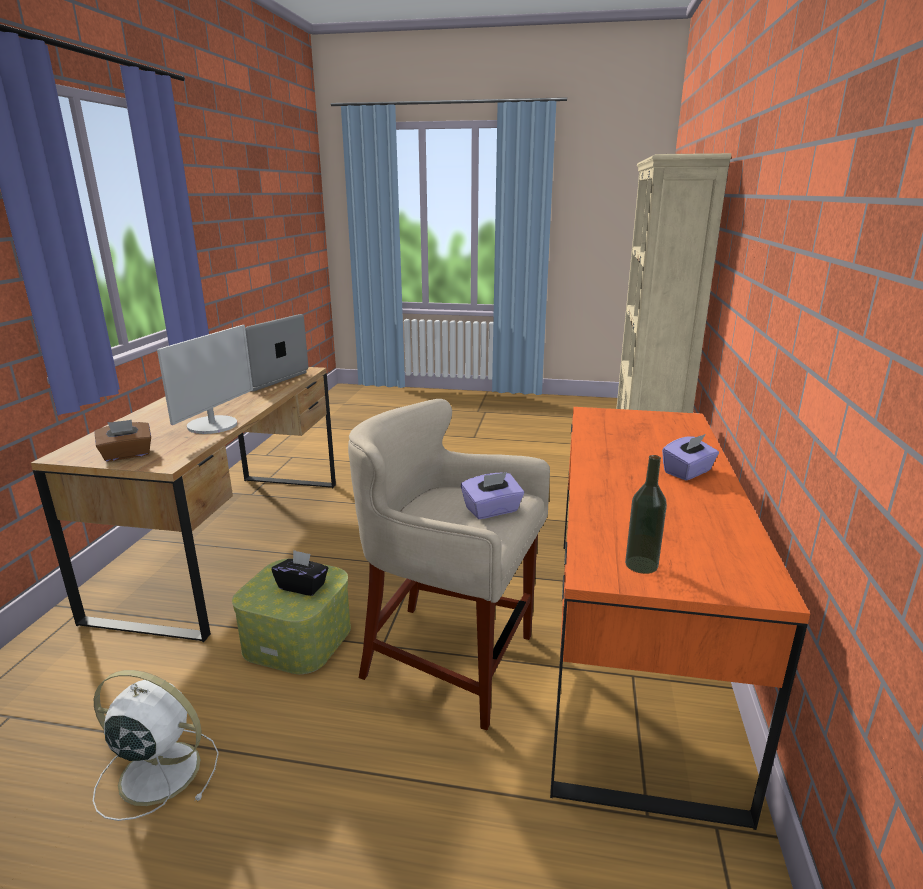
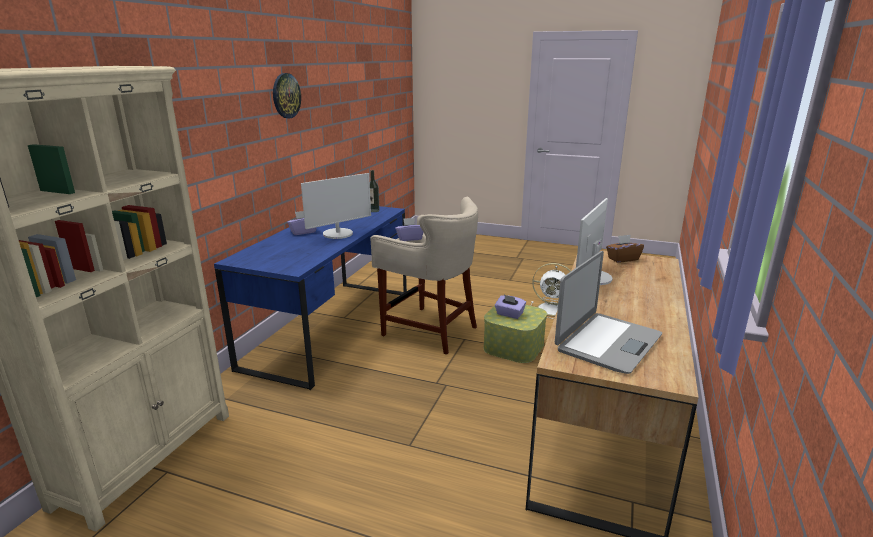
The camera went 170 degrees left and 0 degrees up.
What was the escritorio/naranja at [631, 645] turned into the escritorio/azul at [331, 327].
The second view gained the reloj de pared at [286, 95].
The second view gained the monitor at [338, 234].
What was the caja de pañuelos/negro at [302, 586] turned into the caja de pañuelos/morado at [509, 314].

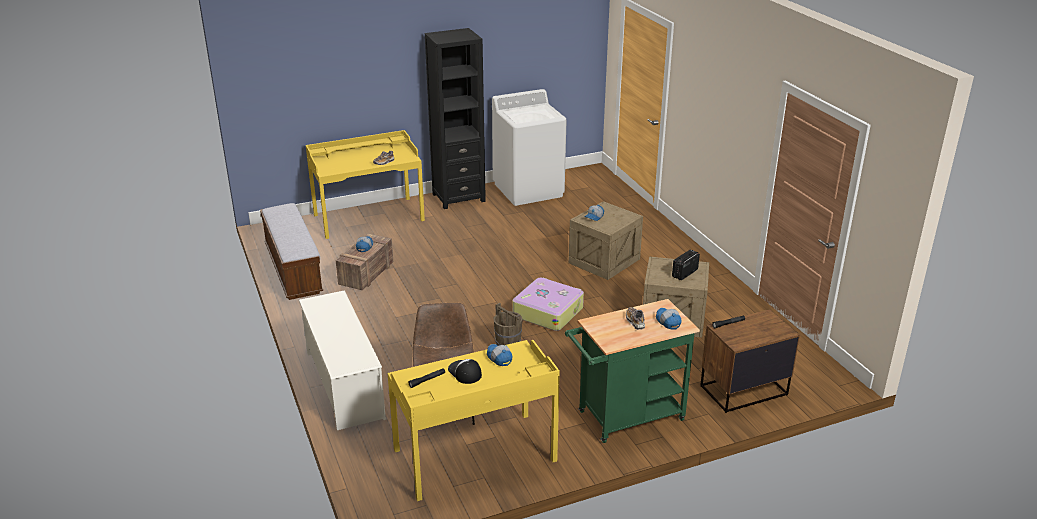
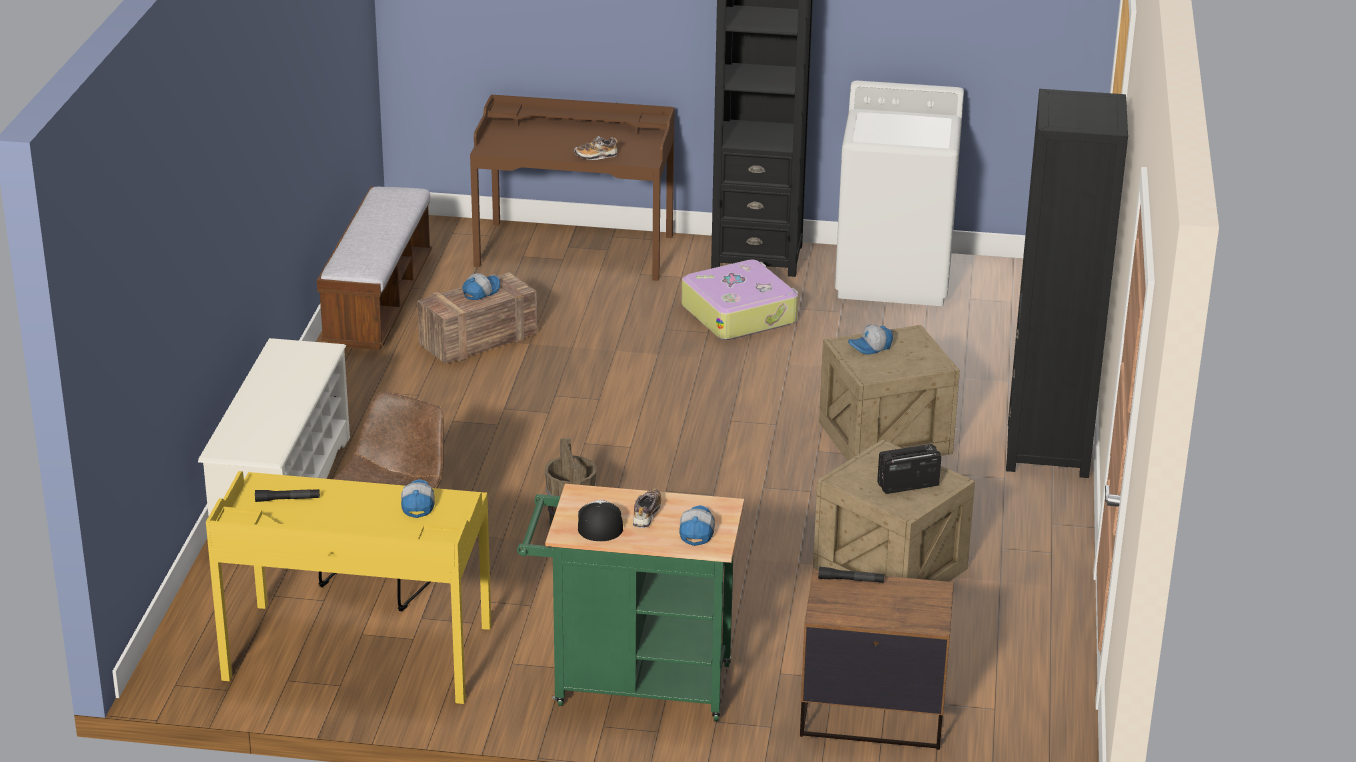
The camera went 30 degrees right and 0 degrees up.
What was the escritorio/amarillo at [368, 217] turned into the escritorio/marrón at [574, 250].
The gorra ended up elsewhere, having gone from [464, 372] to [599, 523].
The maleta ended up elsewhere, having gone from [548, 311] to [739, 314].
The second view gained the estantería/negro at [1048, 449].

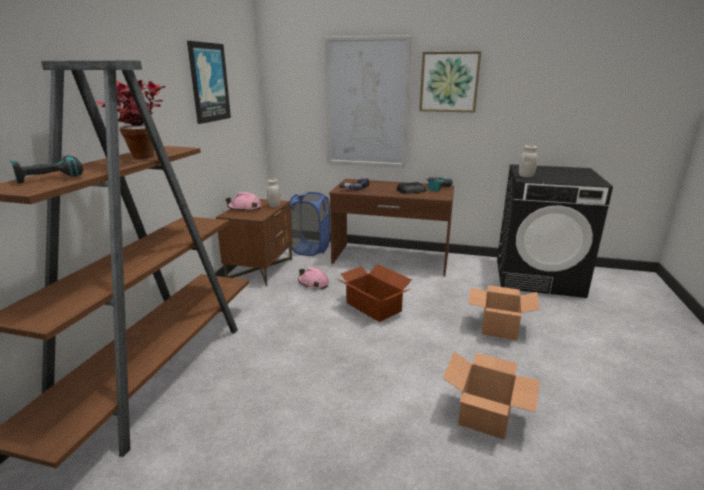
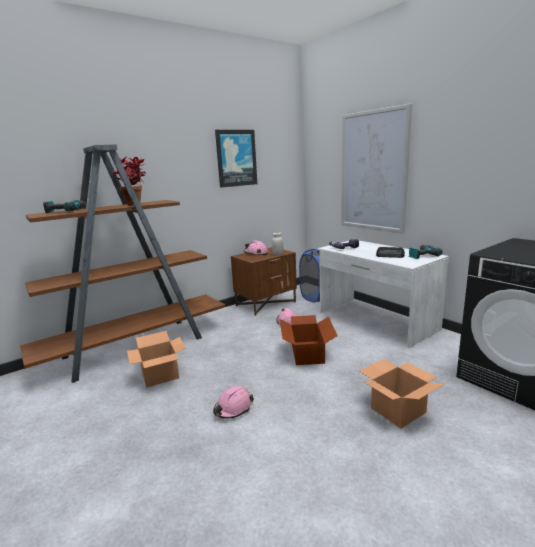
The camera went 40 degrees right and 5 degrees down.
The caja de cartón ended up elsewhere, having gone from [484, 415] to [161, 375].
The second view gained the casco/rosa at [233, 408].
What was the escritorio/marrón at [390, 259] turned into the escritorio/blanco at [375, 320].
The second view lost the cuadro at [449, 82].
The second view lost the tarro/blanco at [526, 176].

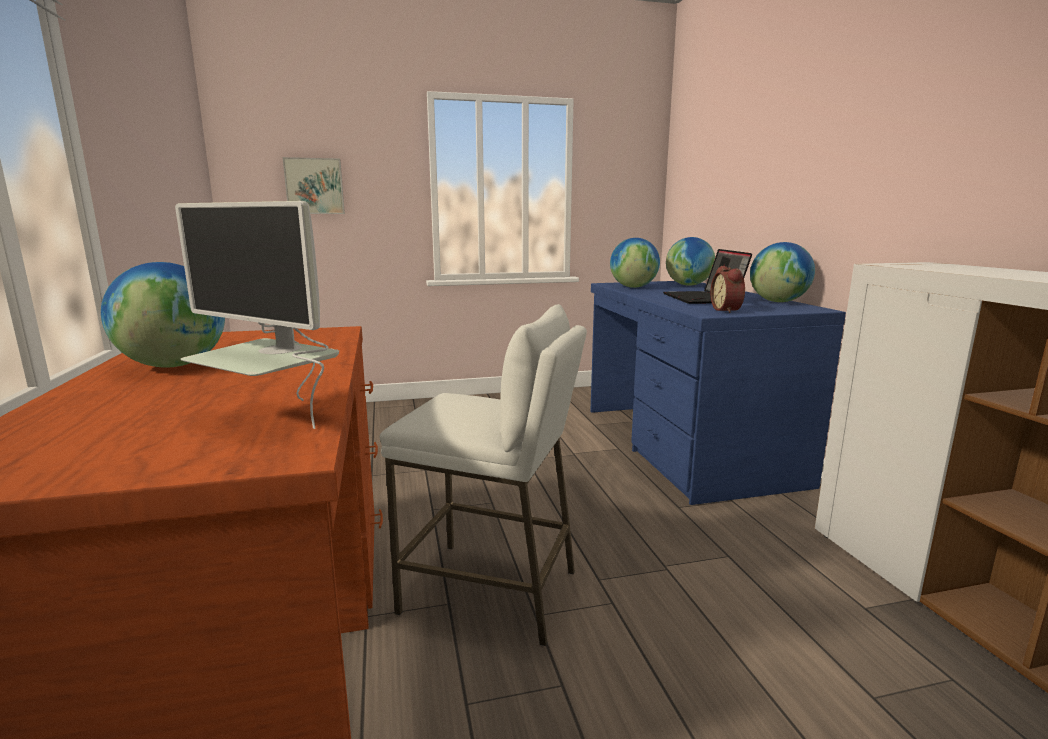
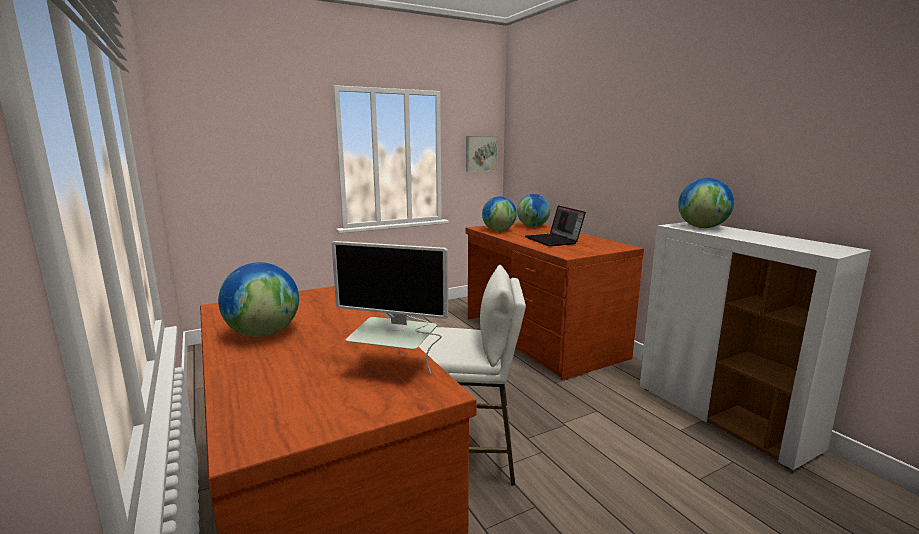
The camera went 15 degrees left and 0 degrees up.
The cuadro ended up elsewhere, having gone from [314, 186] to [480, 153].
What was the escritorio/azul at [684, 444] turned into the escritorio/marrón at [541, 337].
The globo terráqueo ended up elsewhere, having gone from [778, 302] to [702, 227].
The second view lost the despertador at [728, 310].

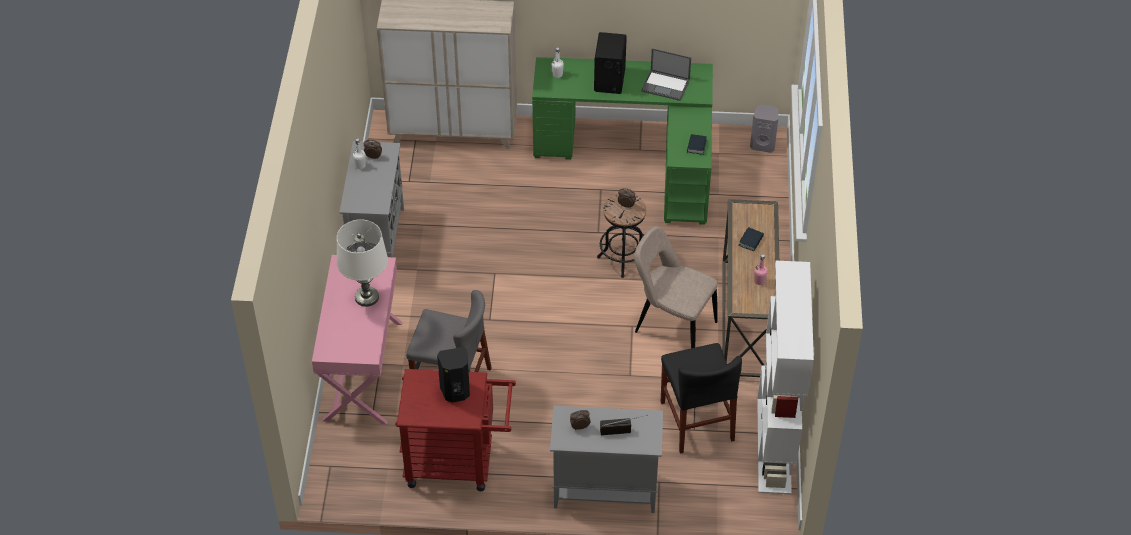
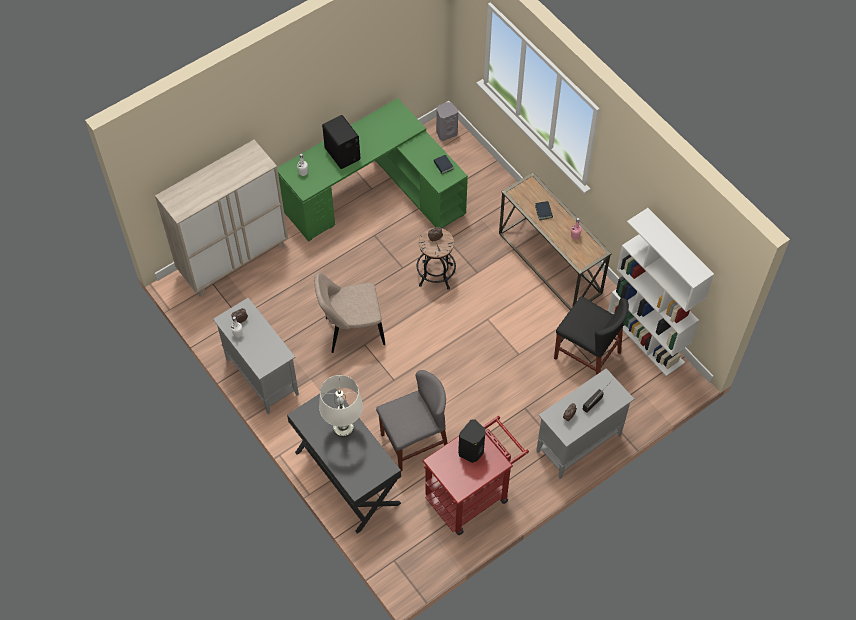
The camera went 40 degrees left and 10 degrees up.
What was the escritorio/rosa at [362, 370] turned into the escritorio/negro at [346, 478].
The silla/beis ended up elsewhere, having gone from [672, 326] to [351, 331].
The second view lost the portátil at [666, 85].

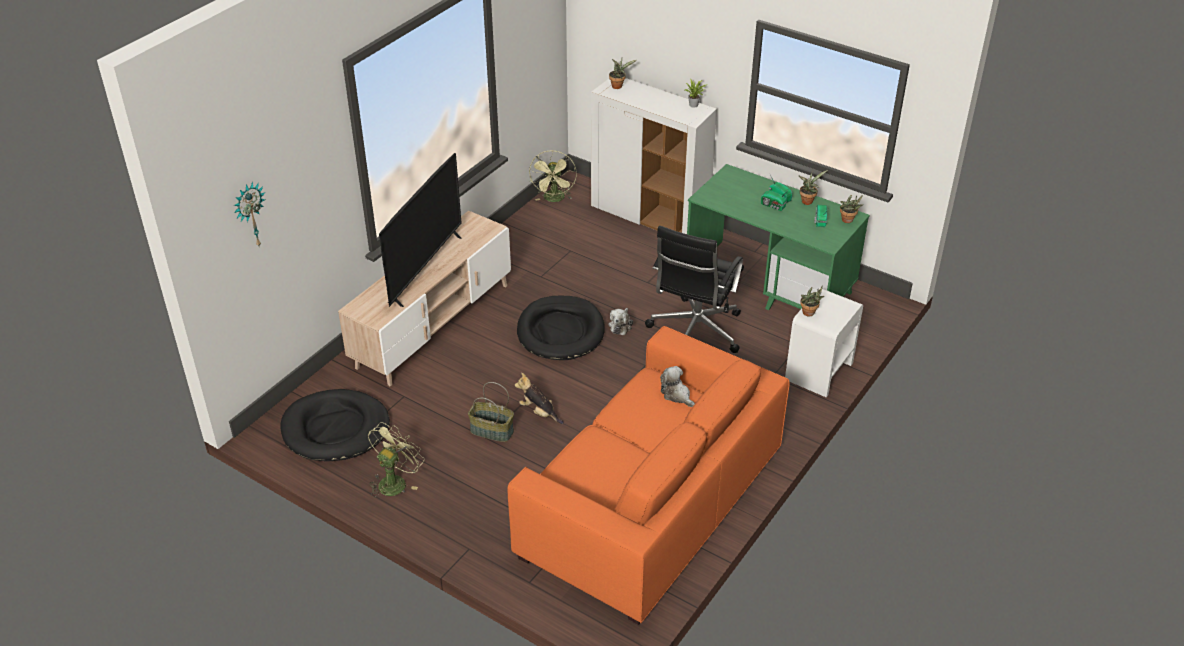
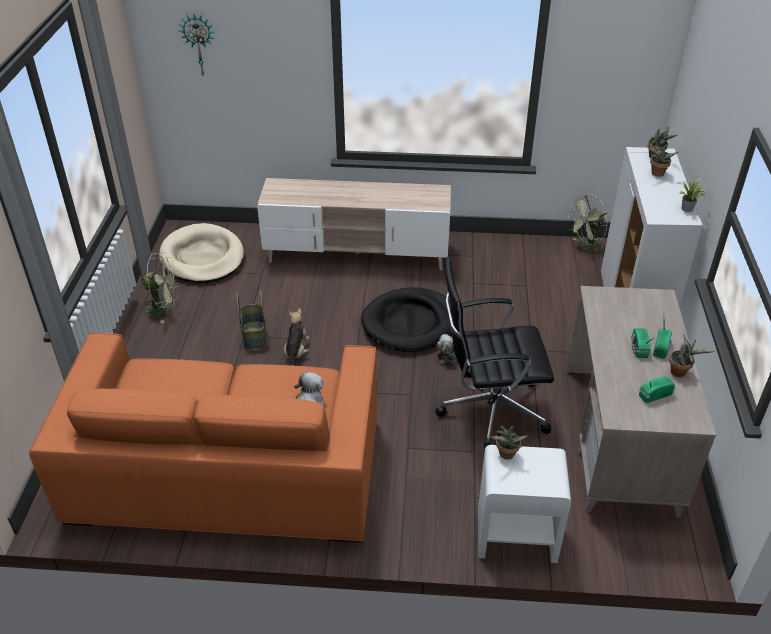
The camera went 60 degrees right and 0 degrees up.
What was the cama para perro/negro at [336, 429] turned into the cama para perro/beis at [202, 257].
What was the escritorio/verde at [770, 285] turned into the escritorio/beis at [620, 440].
The planta en maceta ended up elsewhere, having gone from [848, 221] to [657, 174].
The second view lost the televisor at [425, 269].

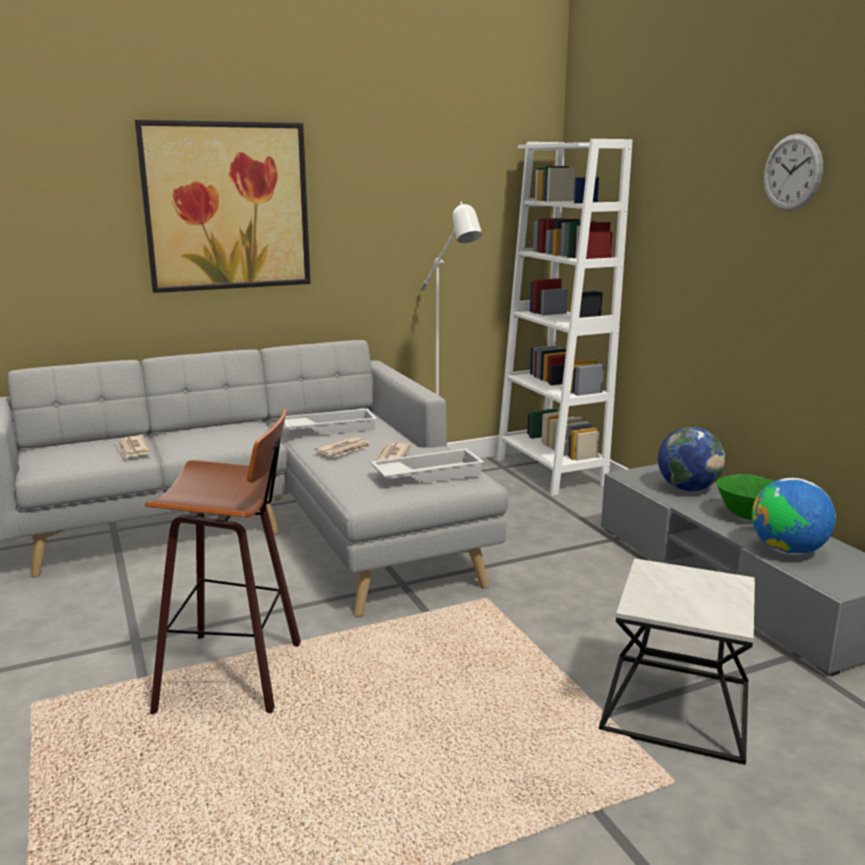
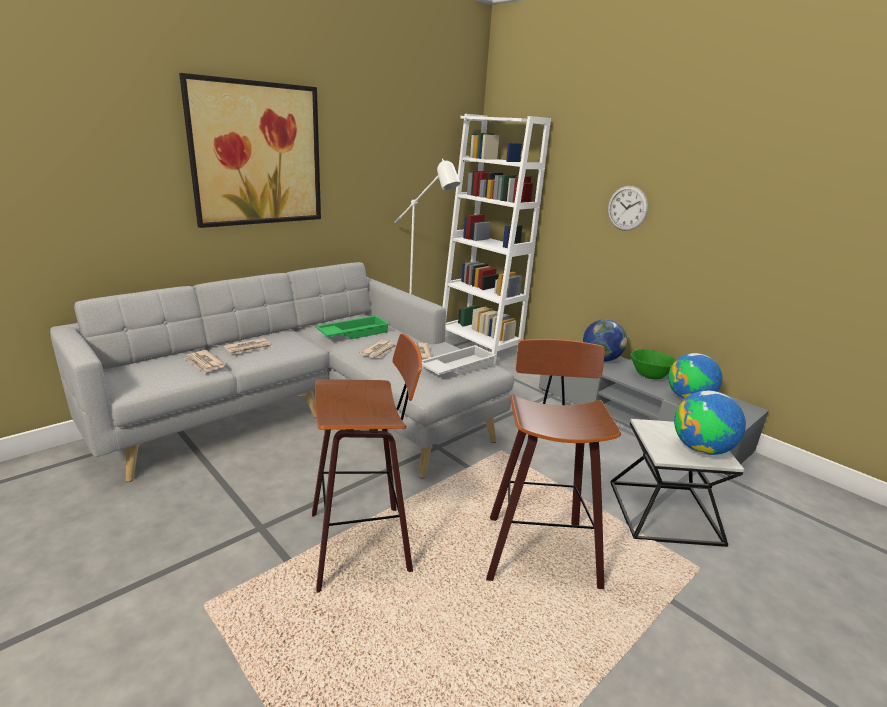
The camera went 20 degrees left and 5 degrees up.
The second view gained the periódico at [248, 348].
What was the bandeja/blanco at [329, 428] turned into the bandeja/verde at [353, 333].
The second view gained the taburete at [537, 548].
The reloj de pared ended up elsewhere, having gone from [792, 172] to [627, 208].
The second view gained the globo terráqueo at [701, 449].

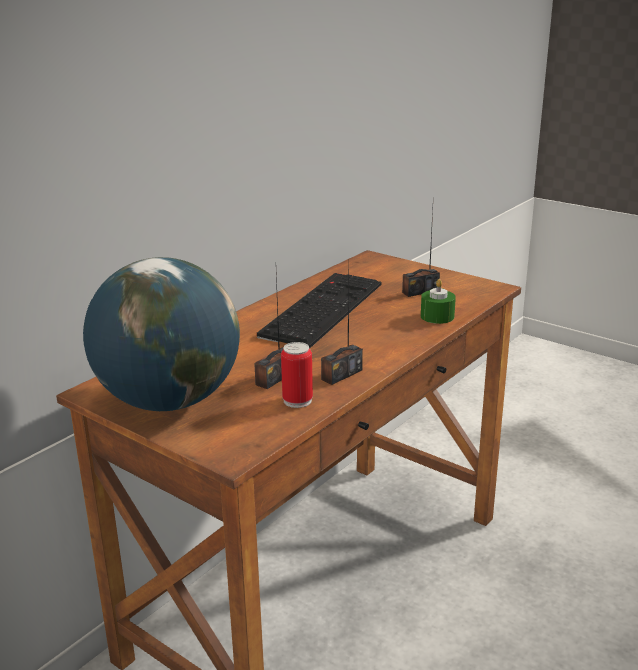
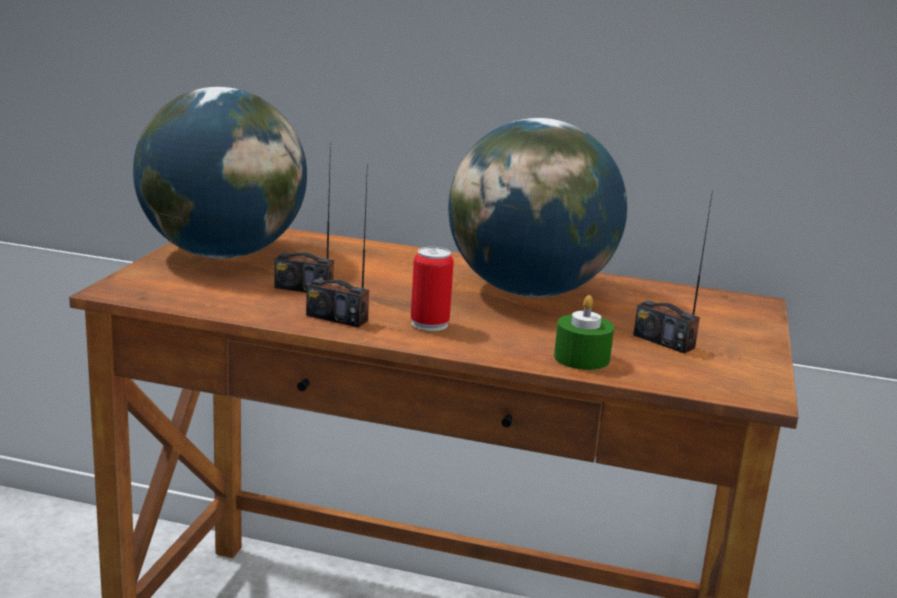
The camera went 65 degrees right and 5 degrees down.
The lata ended up elsewhere, having gone from [297, 400] to [429, 324].
Where the teclado stood at [321, 308], the globo terráqueo came to stand at [529, 291].

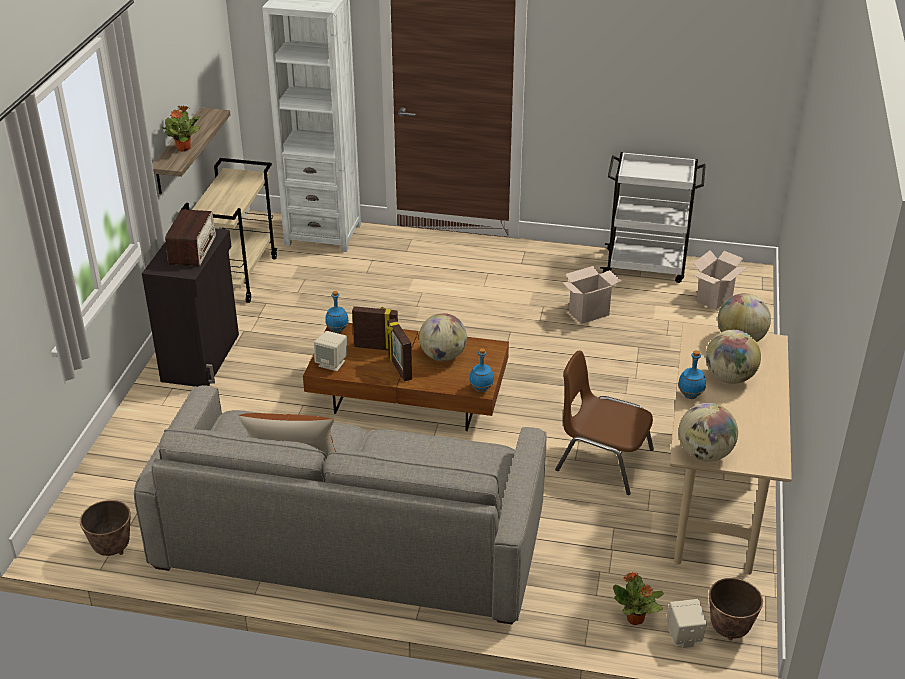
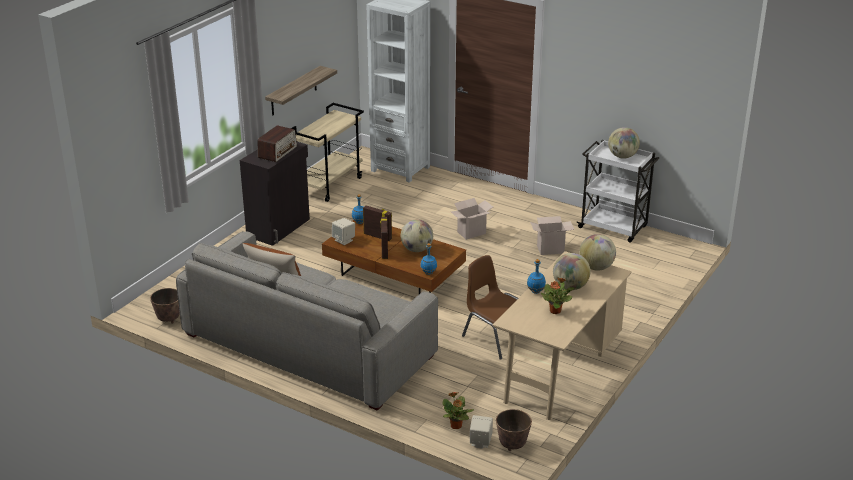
The camera went 20 degrees right and 5 degrees down.
The caja de cartón ended up elsewhere, having gone from [714, 299] to [471, 233].
The planta en maceta ended up elsewhere, having gone from [184, 148] to [555, 311].
The globo terráqueo ended up elsewhere, having gone from [704, 454] to [622, 156].

